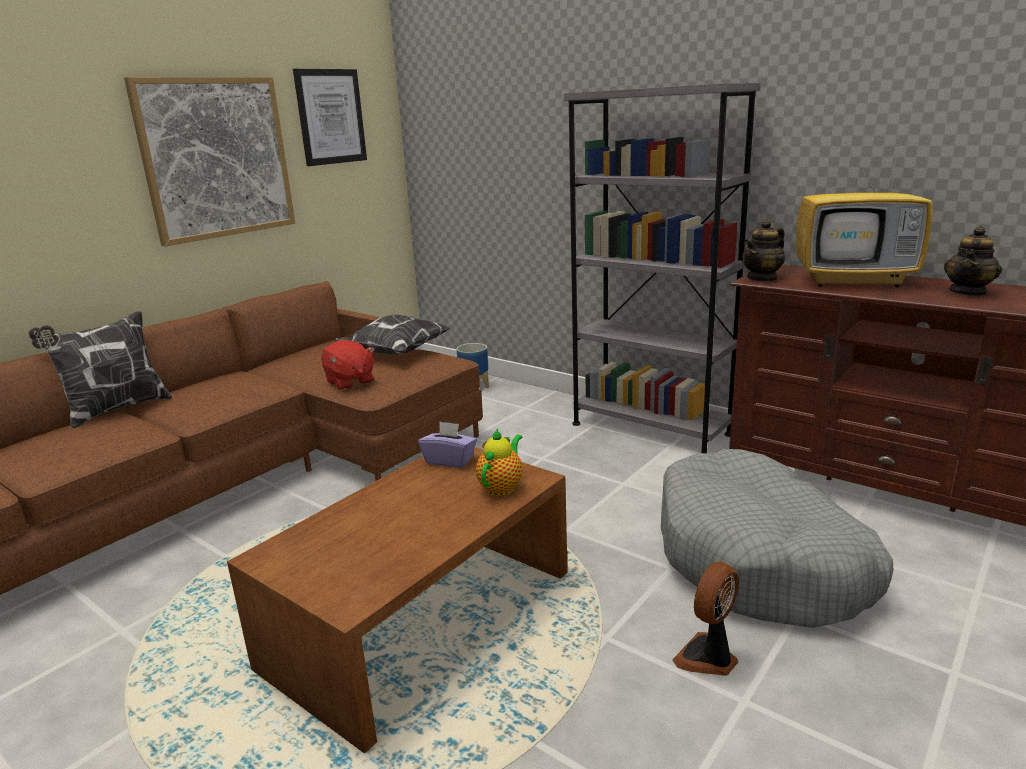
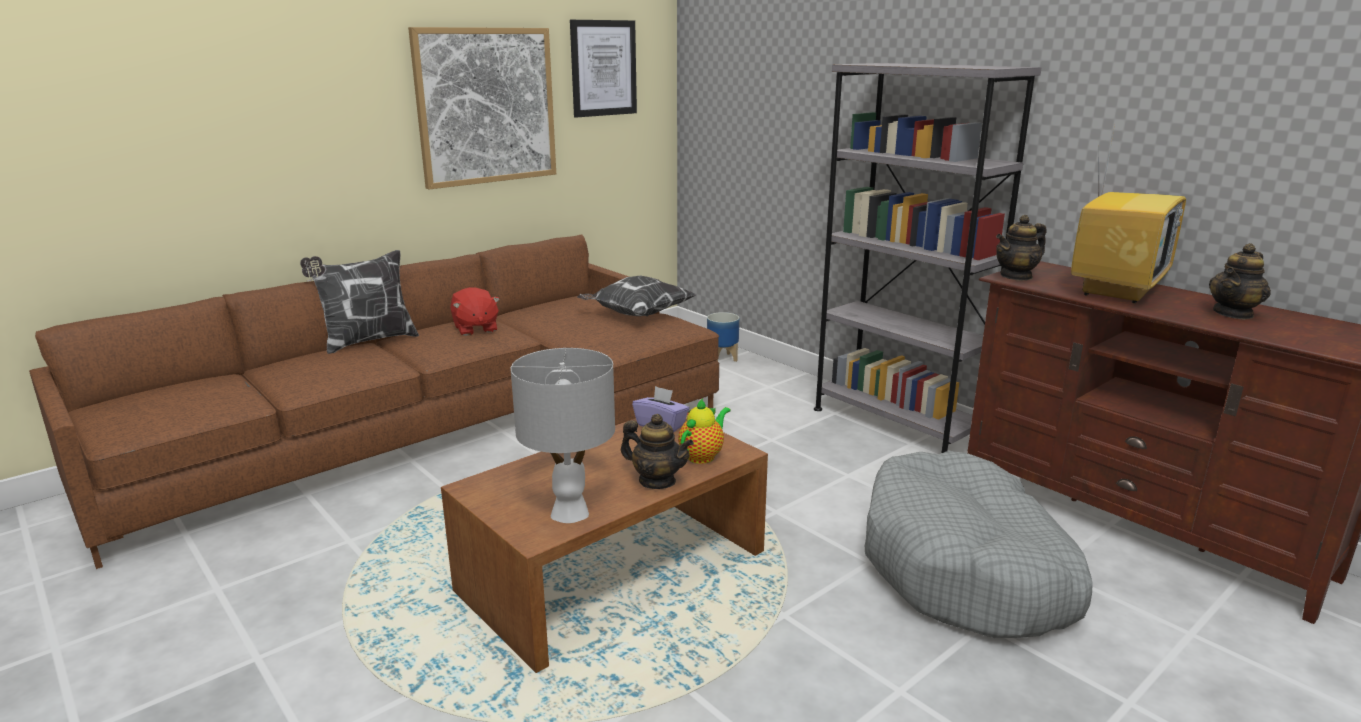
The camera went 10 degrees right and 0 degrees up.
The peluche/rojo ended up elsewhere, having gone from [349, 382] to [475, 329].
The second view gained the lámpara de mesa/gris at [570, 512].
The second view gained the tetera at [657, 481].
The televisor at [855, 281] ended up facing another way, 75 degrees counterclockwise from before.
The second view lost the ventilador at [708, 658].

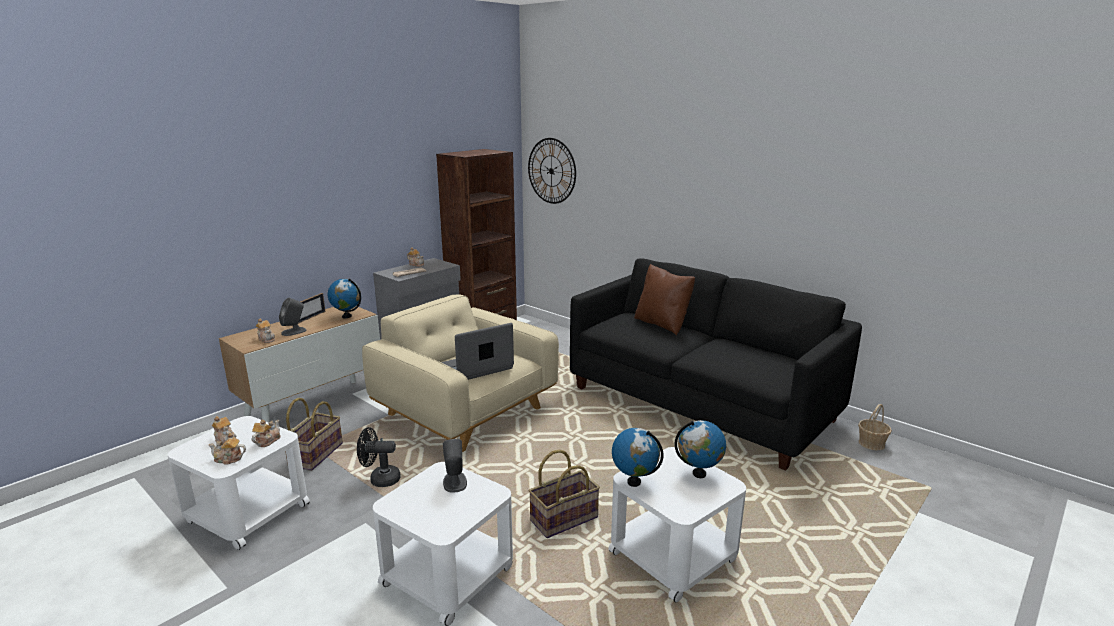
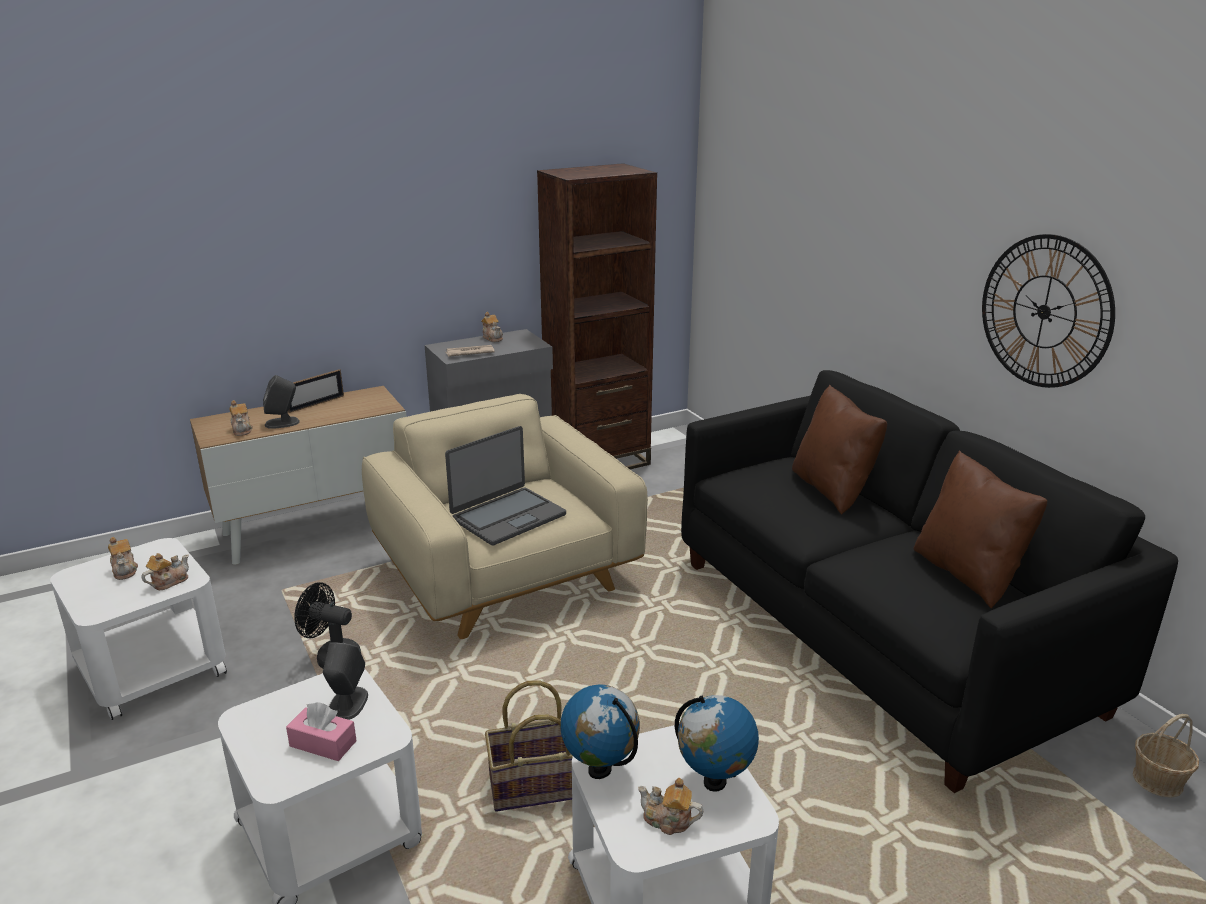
The camera went 20 degrees right and 5 degrees up.
The second view gained the caja de pañuelos/rosa at [323, 743].
The portátil at [477, 368] ended up facing another way, 150 degrees clockwise from before.
The tetera ended up elsewhere, having gone from [228, 459] to [668, 820].
The second view gained the cojín/marrón at [968, 574].
The reloj de pared ended up elsewhere, having gone from [551, 171] to [1044, 312].
The second view lost the cesta at [315, 454].
The second view lost the globo terráqueo at [347, 316].

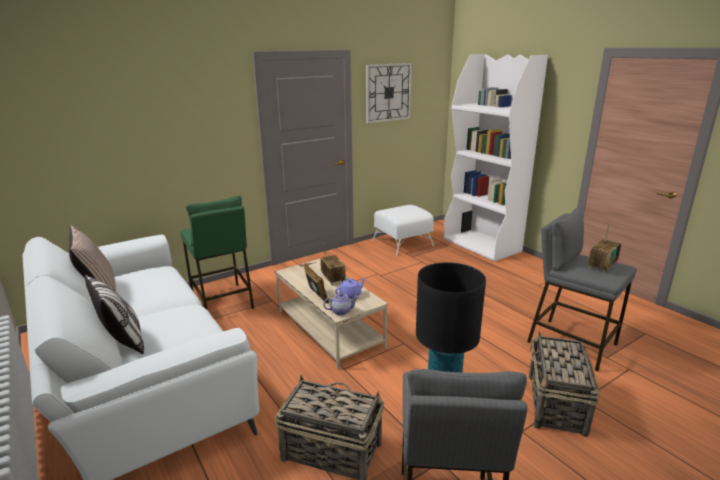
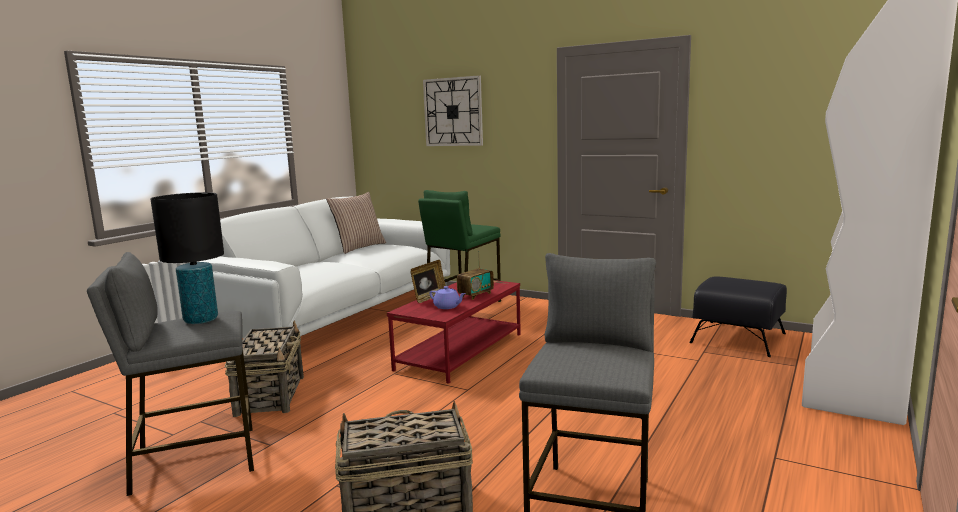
The camera went 65 degrees right and 10 degrees down.
What was the mesa de centro/beis at [328, 328] turned into the mesa de centro/rojo at [460, 351].
The reloj de pared ended up elsewhere, having gone from [388, 92] to [453, 112].
What was the puf/blanco at [403, 243] turned into the puf/negro at [738, 338].
The second view lost the cojín at [123, 341].
The second view lost the tetera at [341, 311].
The second view lost the radio at [602, 266].

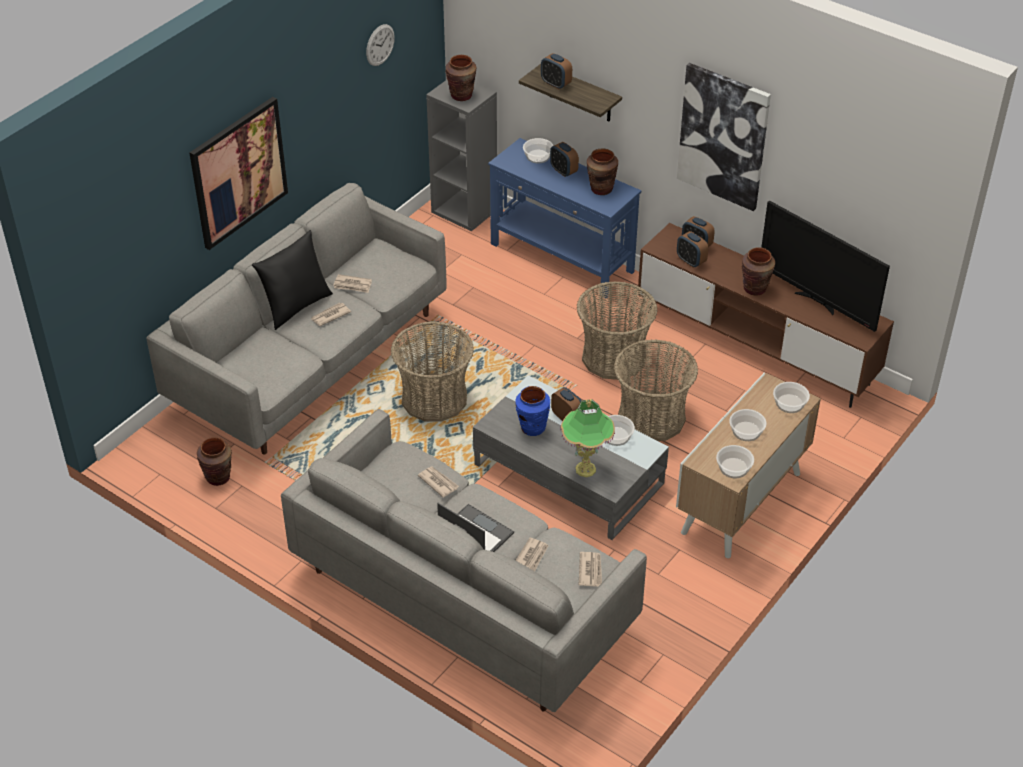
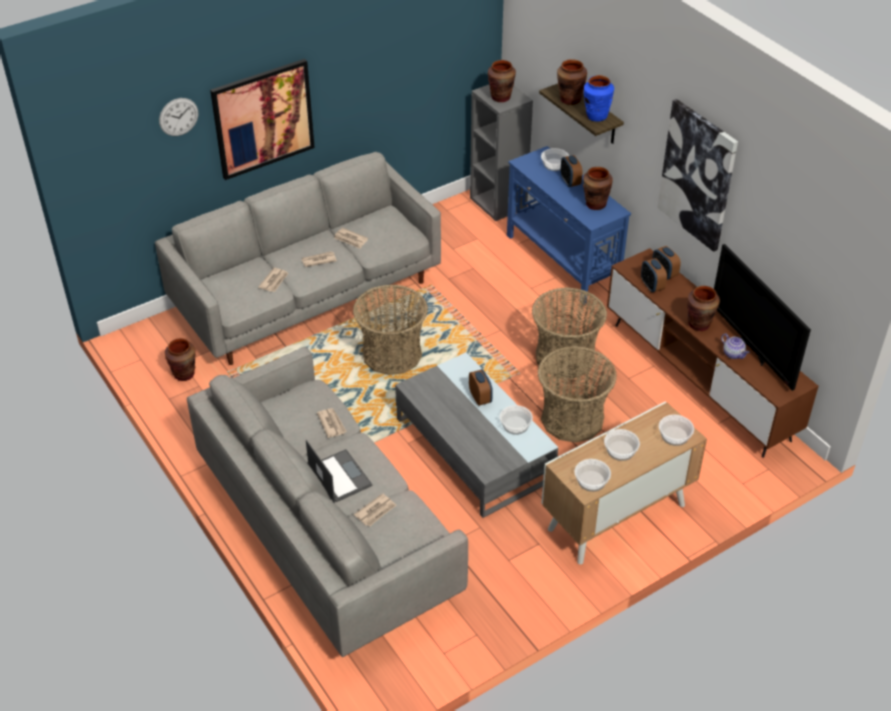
The camera went 20 degrees right and 0 degrees up.
The reloj de pared ended up elsewhere, having gone from [380, 45] to [178, 117].
The periódico ended up elsewhere, having gone from [590, 570] to [274, 281].
Where the despertador stood at [556, 84], the florero/marrón came to stand at [570, 99].
The florero/azul ended up elsewhere, having gone from [532, 428] to [596, 116].
The second view gained the tetera at [733, 354].
The second view lost the cojín/negro at [296, 306].
The second view lost the lámpara de mesa at [585, 469].

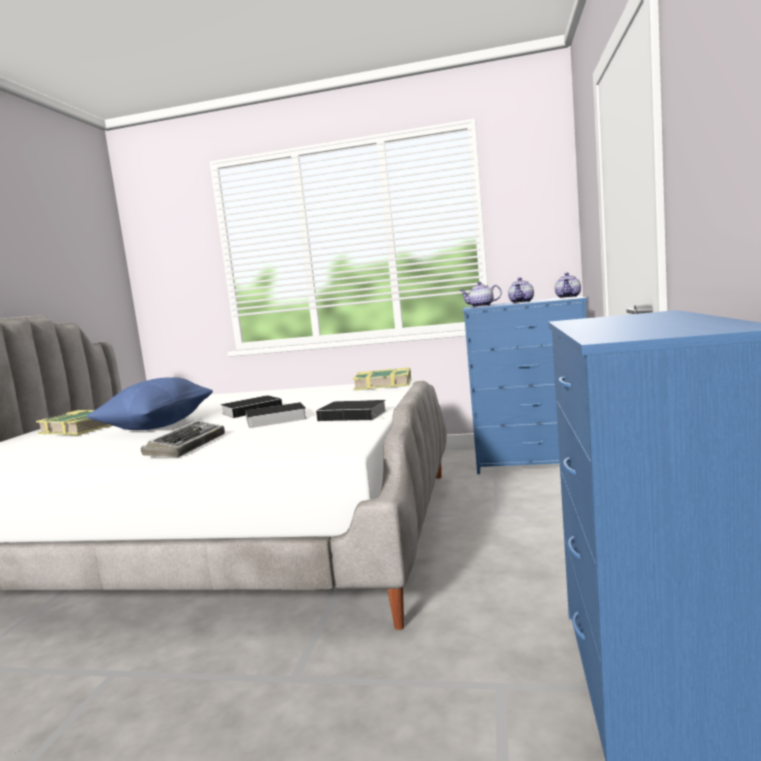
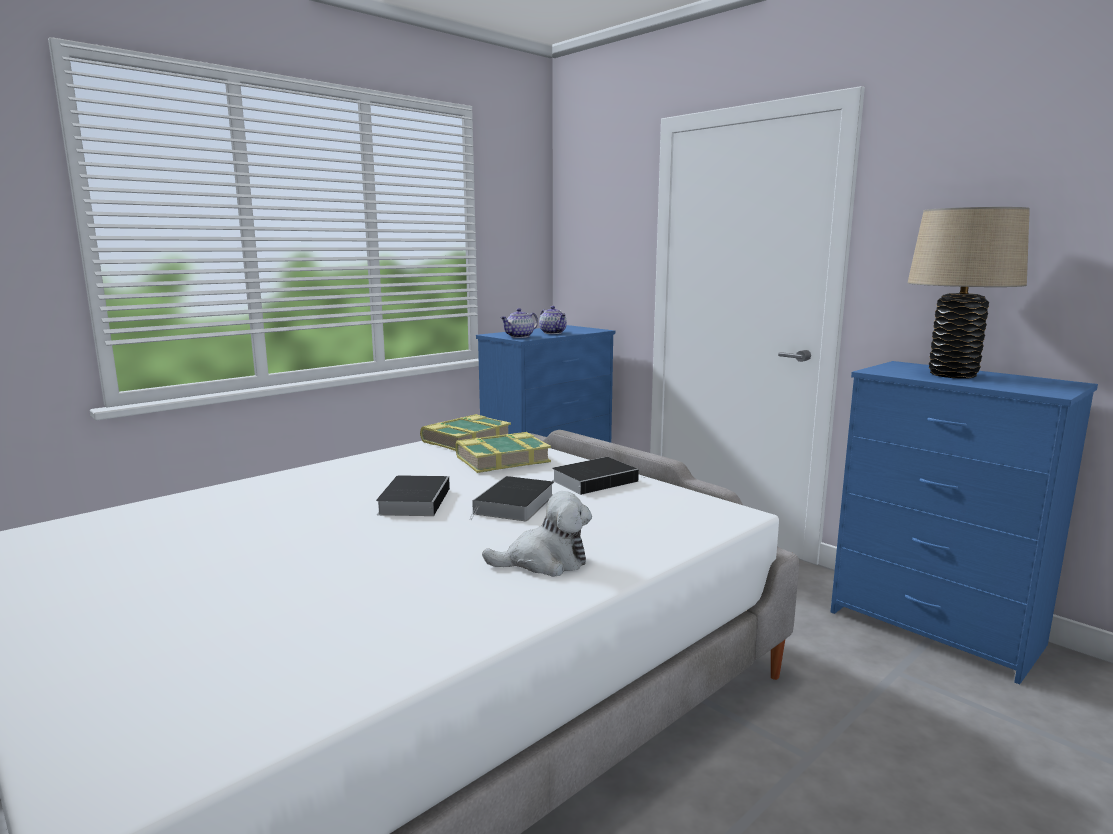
The camera went 55 degrees left and 5 degrees up.
The libro ended up elsewhere, having gone from [81, 429] to [502, 459].
Where the teclado stood at [186, 446], the peluche came to stand at [544, 562].
The second view gained the lámpara de mesa/beis at [952, 375].
The second view lost the cojín/azul at [157, 426].
The second view lost the tetera at [569, 297].

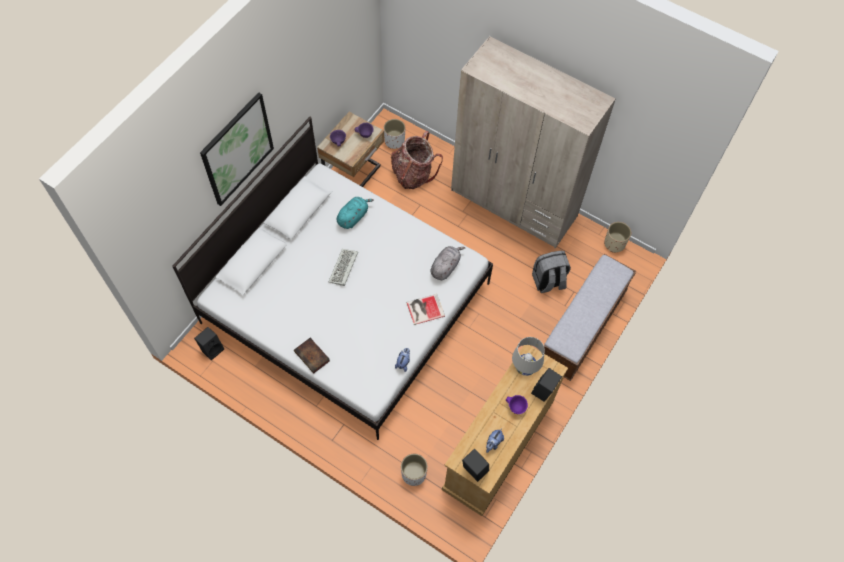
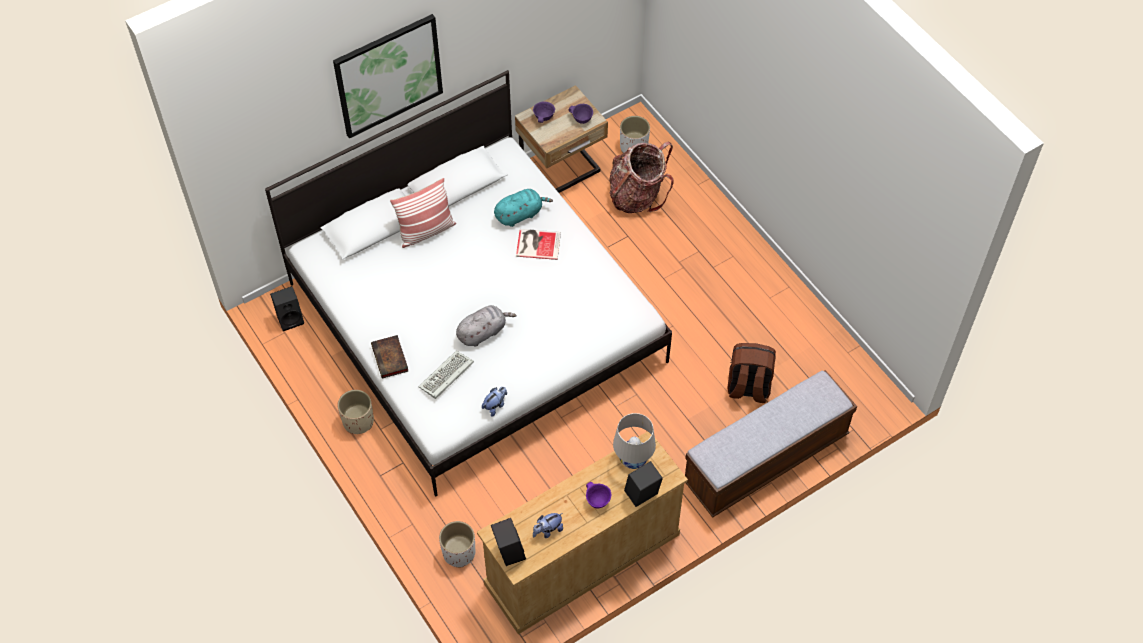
The camera went 25 degrees right and 5 degrees down.
The maceta/beis ended up elsewhere, having gone from [614, 244] to [358, 421].
The second view gained the cojín at [426, 231].
The teclado ended up elsewhere, having gone from [343, 269] to [446, 377].
The peluche/gris ended up elsewhere, having gone from [445, 267] to [483, 332].
The libro ended up elsewhere, having gone from [424, 309] to [537, 243].
What was the mochila/gris at [548, 282] turned into the mochila/marrón at [748, 387].
The second view lost the armario ropero/beis at [514, 204].

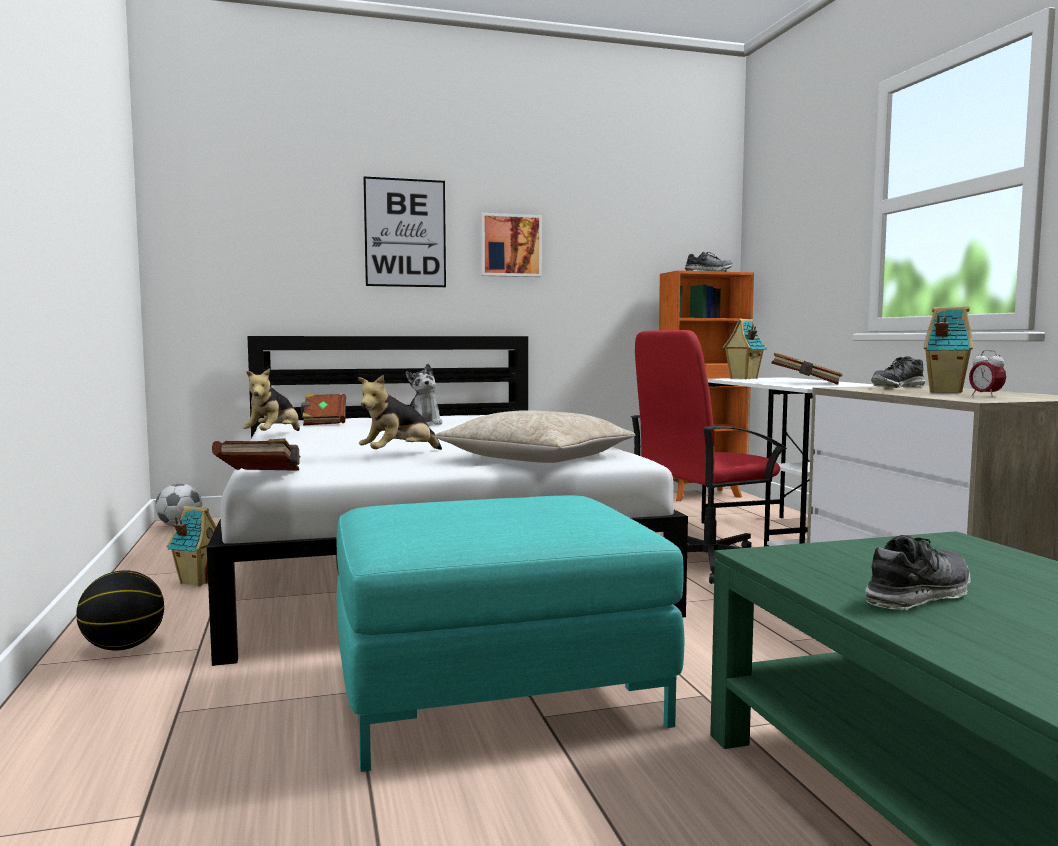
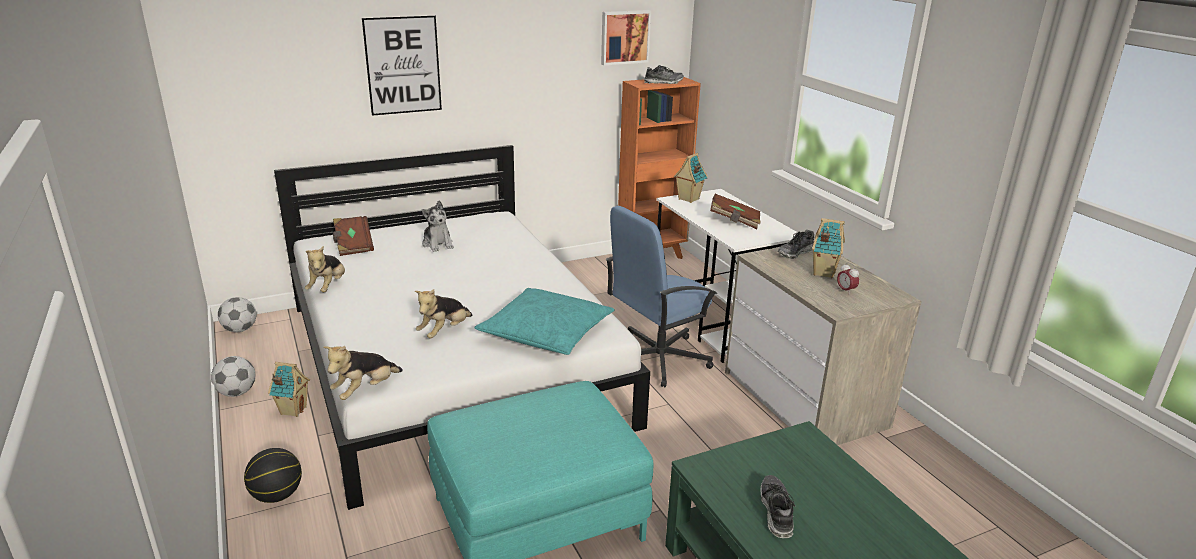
The camera went 10 degrees left and 20 degrees up.
The second view gained the balón de fútbol at [237, 393].
Where the libro/marrón stood at [262, 478], the peluche came to stand at [365, 390].
What was the cojín/beis at [536, 458] turned into the cojín/turquesa at [546, 333].
The cuadro ended up elsewhere, having gone from [510, 245] to [624, 37].
What was the silla de oficina/rojo at [706, 562] turned into the silla de oficina/azul at [657, 358].
The zapato at [918, 595] ended up facing another way, 45 degrees counterclockwise from before.

